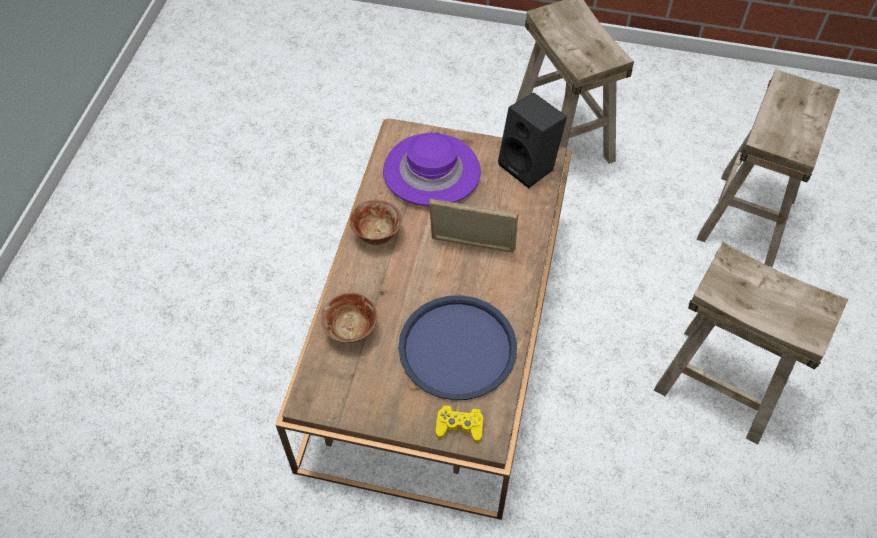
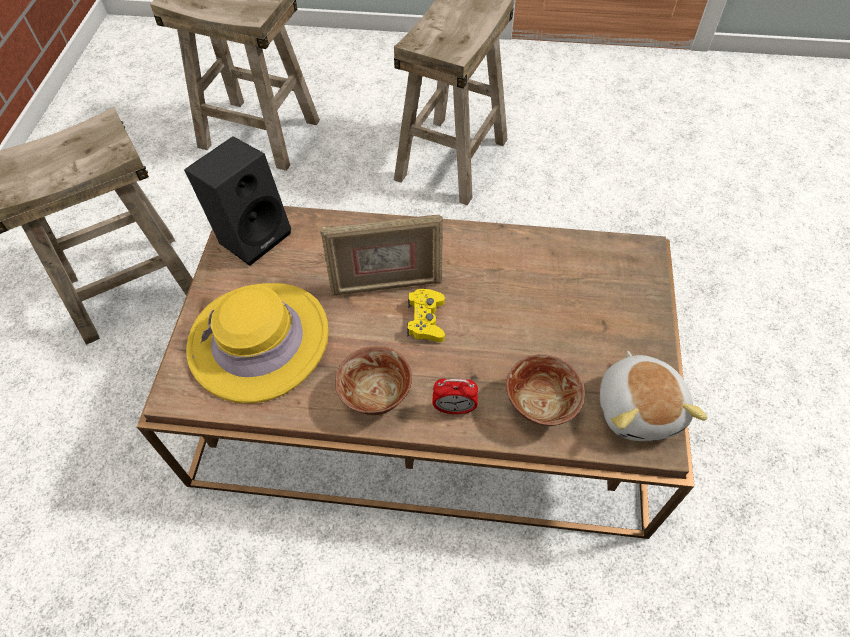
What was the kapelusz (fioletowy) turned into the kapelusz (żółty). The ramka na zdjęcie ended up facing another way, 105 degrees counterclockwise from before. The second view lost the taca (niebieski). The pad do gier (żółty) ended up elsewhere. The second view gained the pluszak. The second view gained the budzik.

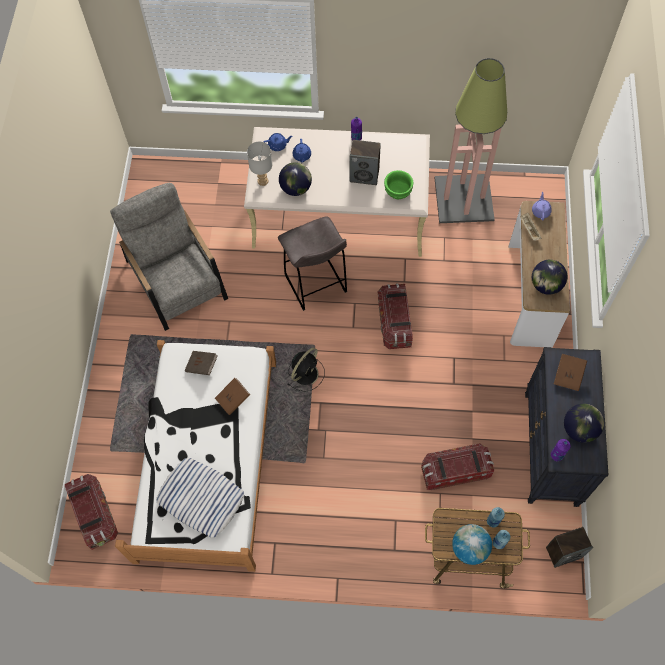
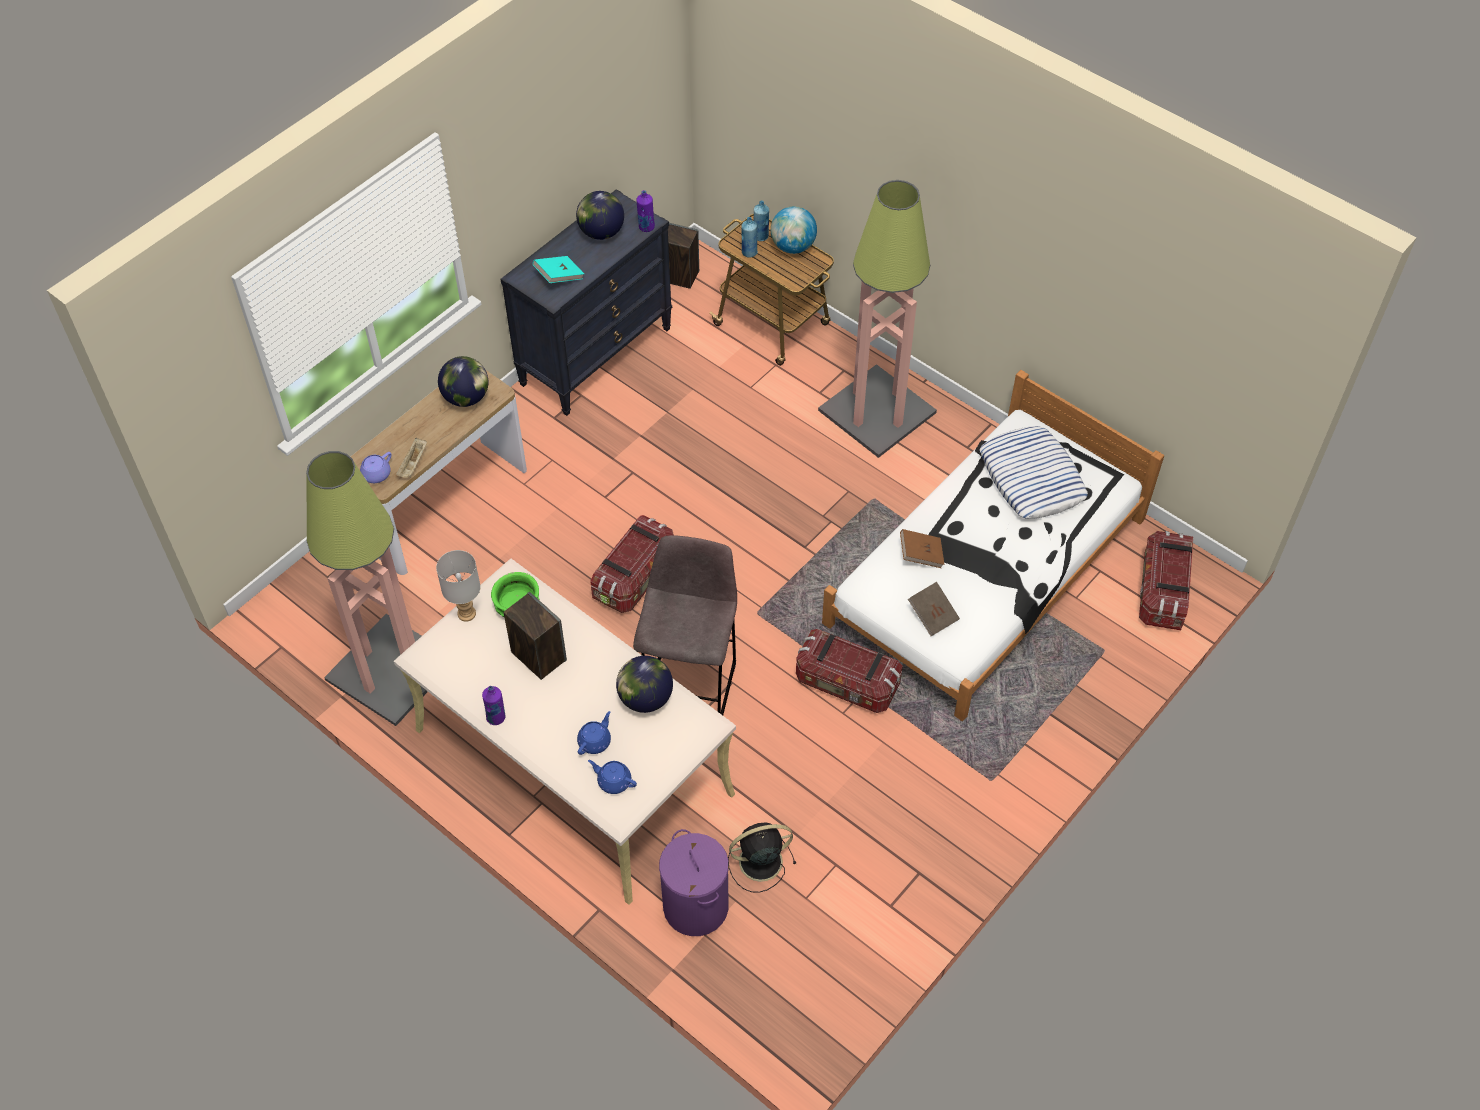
The lampa stołowa (szary) ended up elsewhere. The second view lost the fotel (szary). The wentylator (czarny) ended up elsewhere. What was the książka (brązowy) (no. 3 from left) turned into the książka (turkusowy). The pojemnik do przechowywania (no. 3 from left in the first image) ended up elsewhere. The second view gained the lampa stojąca (no. 2 from left). The second view gained the kosz na pranie (fioletowy).

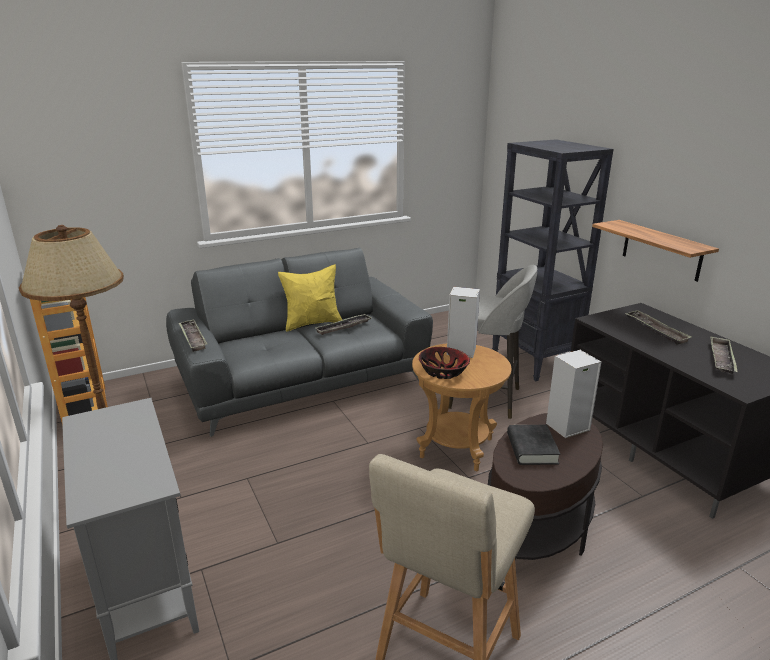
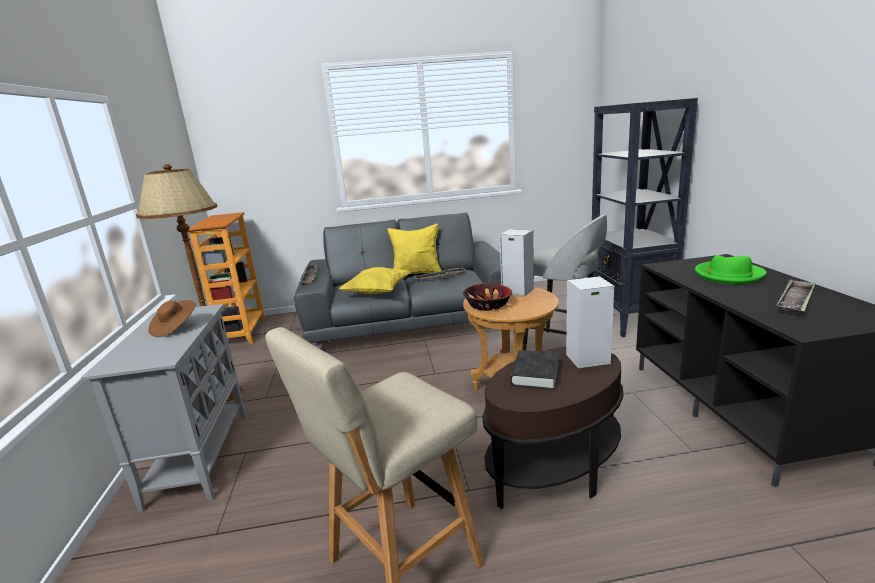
The second view lost the półka. Where the taca (no. 3 from left) stood, the kapelusz (zielony) came to stand. The second view gained the poduszka (żółty) (no. 1 from left). The second view gained the kapelusz (brązowy).

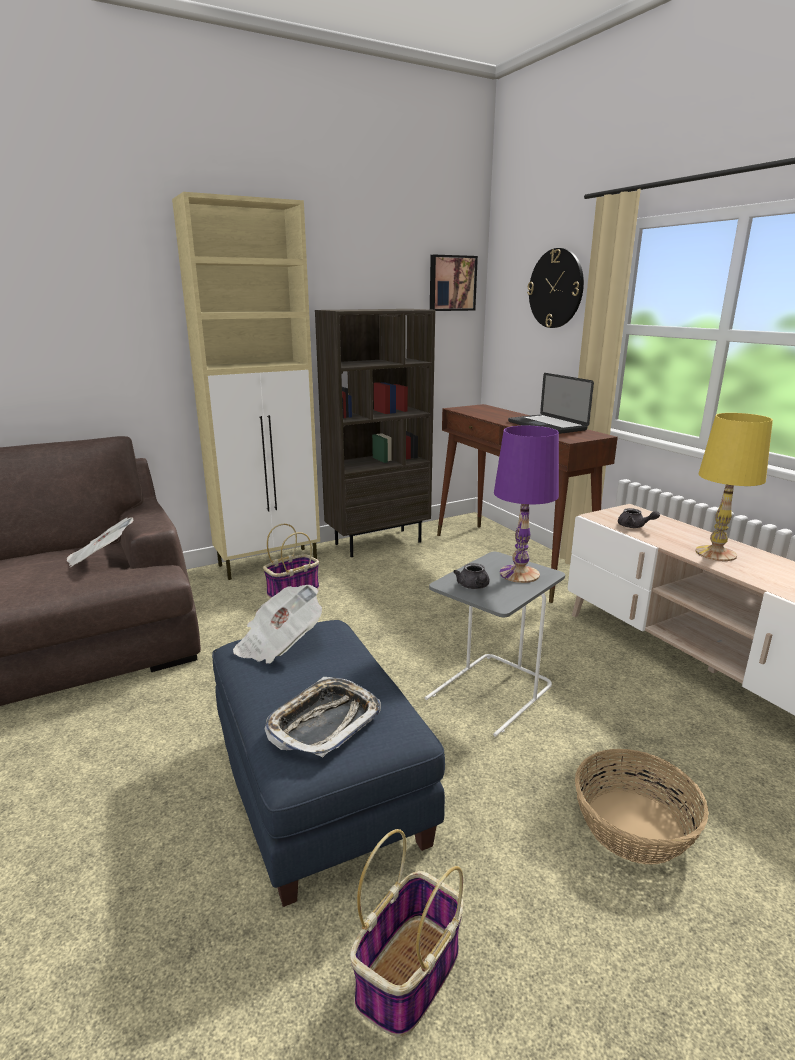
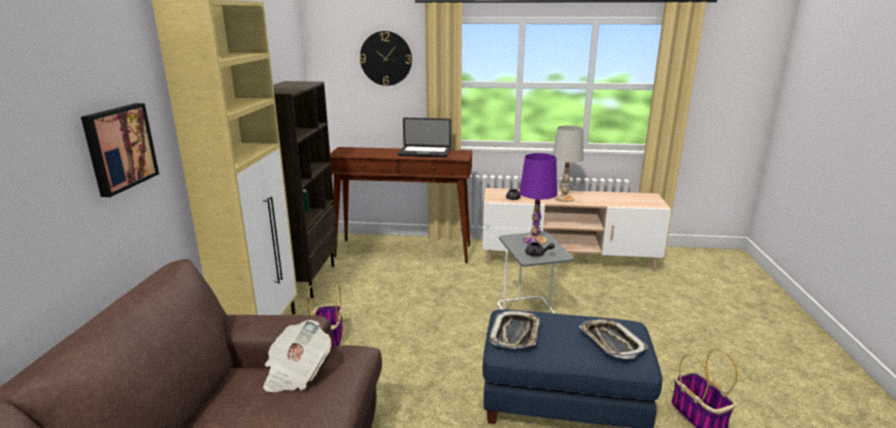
The obraz ended up elsewhere. What was the lampa stołowa (żółty) turned into the lampa stołowa (biały). Where the gazeta (no. 2 from left) stood, the taca (no. 1 from left) came to stand. The second view lost the koszyk (no. 3 from left).

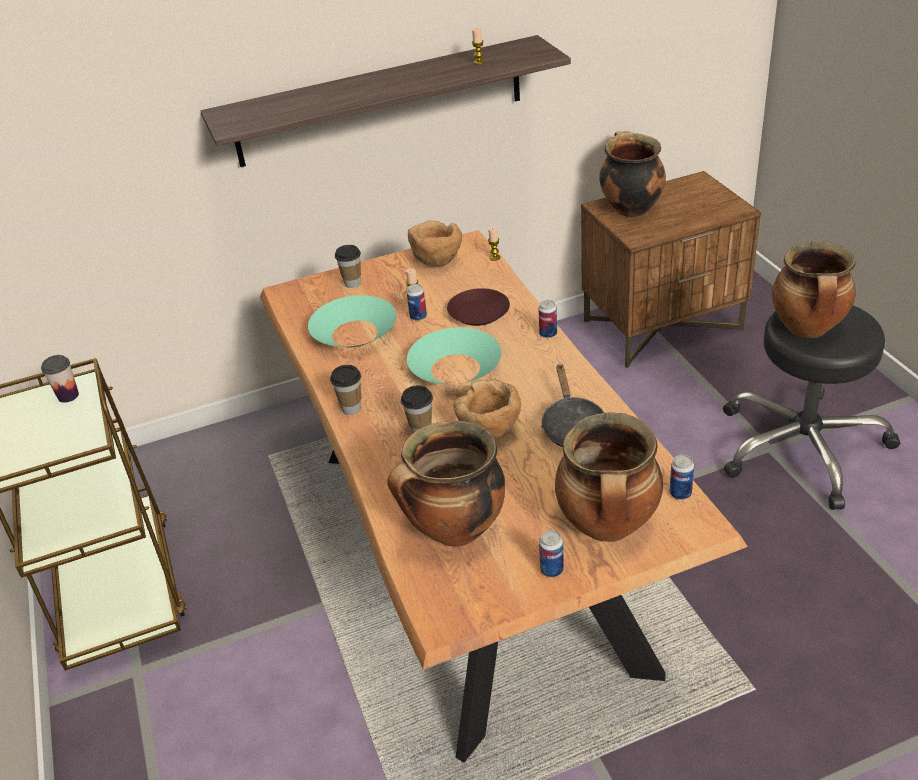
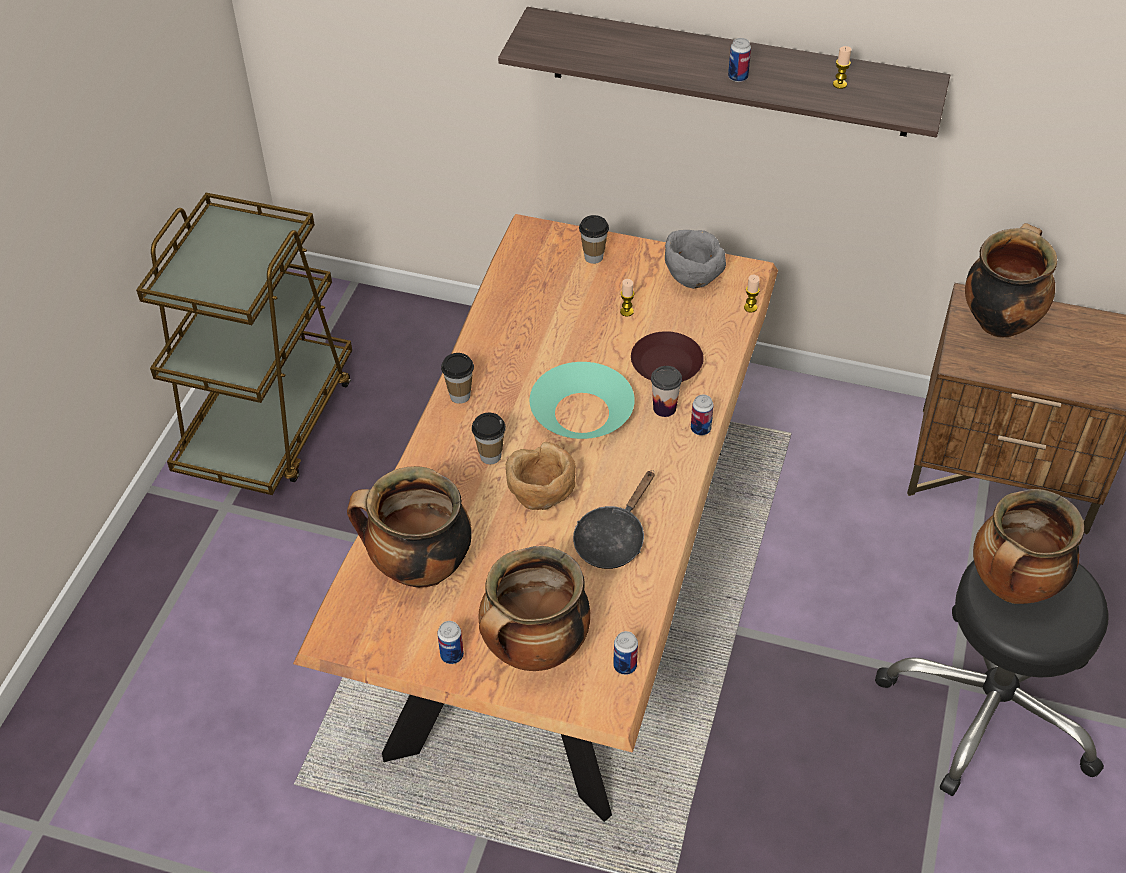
What was the miska (brązowy) (no. 1 from left) turned into the miska (szary). The puszka (no. 1 from left in the first image) ended up elsewhere. The second view lost the miska (turkusowy) (no. 1 from left). The filiżanka (no. 1 from left in the first image) ended up elsewhere.

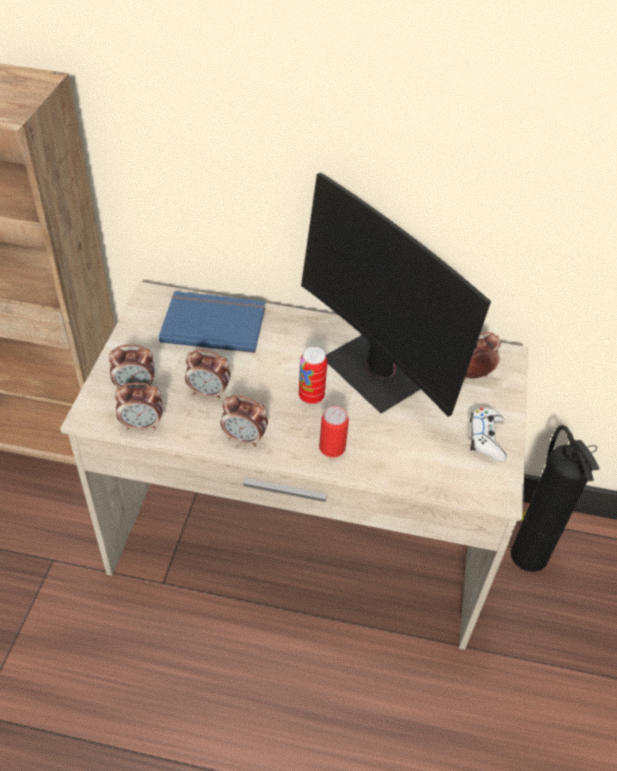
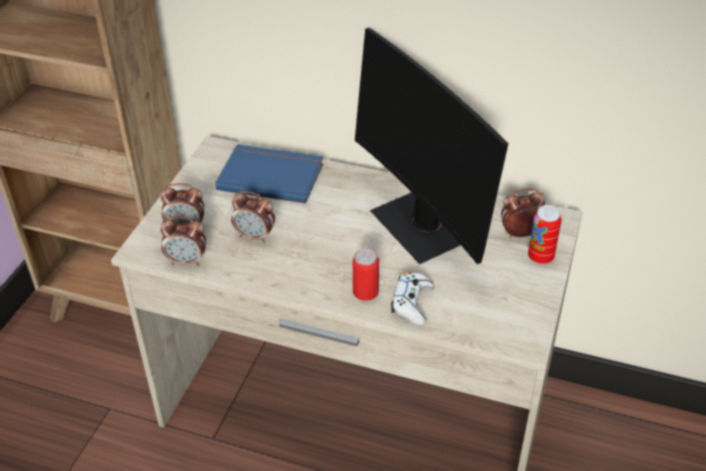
The puszka (no. 1 from left in the first image) ended up elsewhere. The second view lost the budzik (no. 4 from left). The pad do gier (biały) ended up elsewhere. The second view lost the gaśnica.

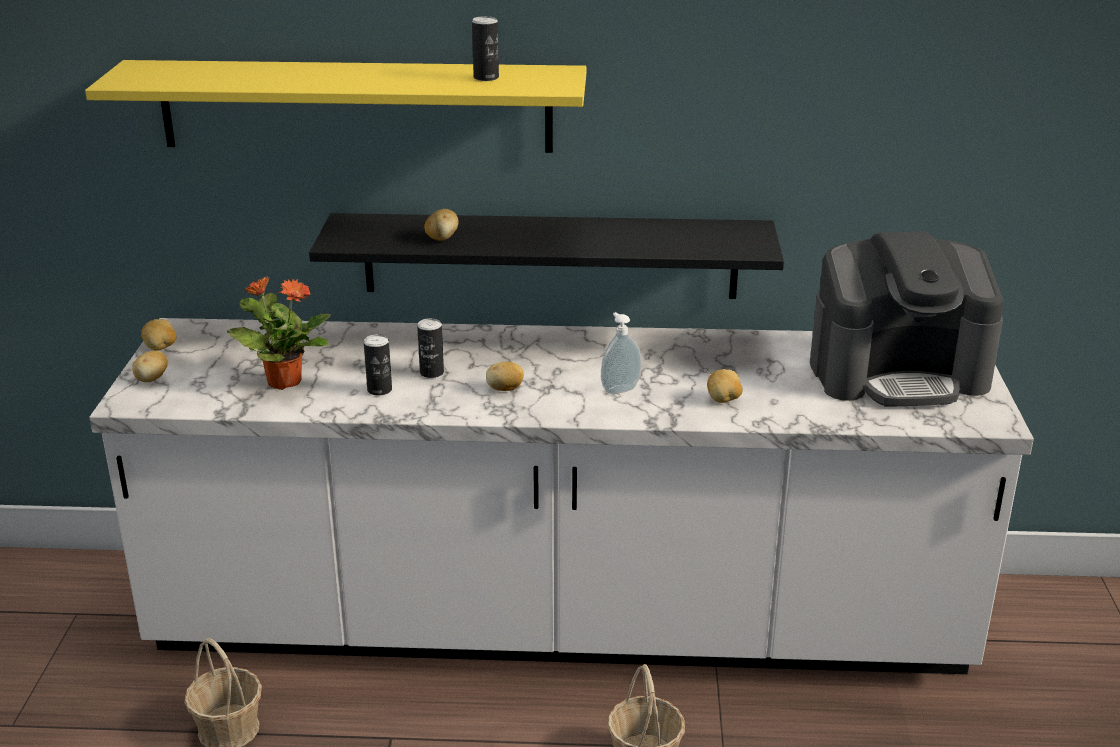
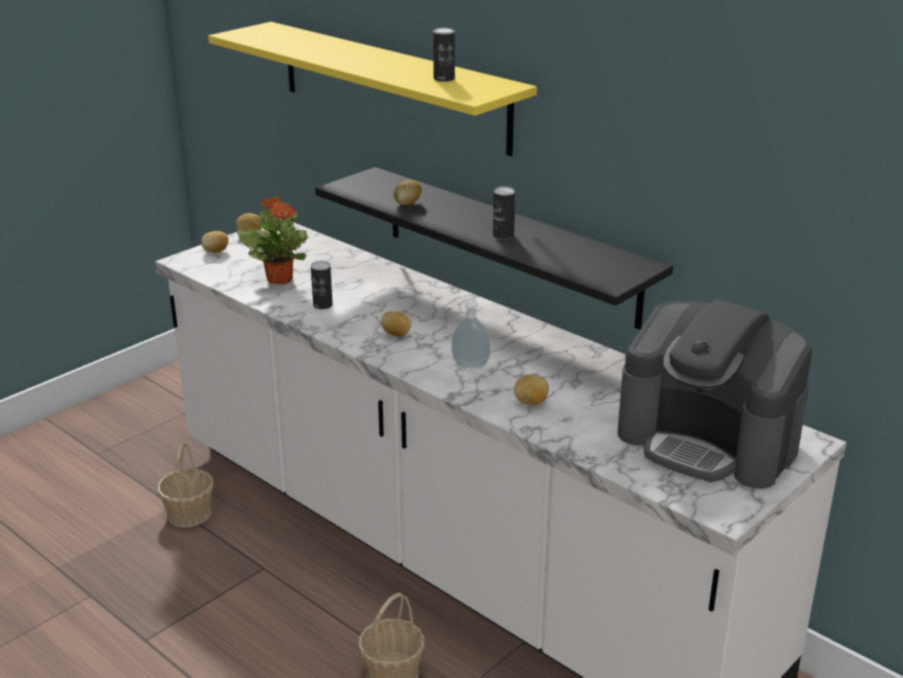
The puszka (no. 2 from left in the first image) ended up elsewhere.

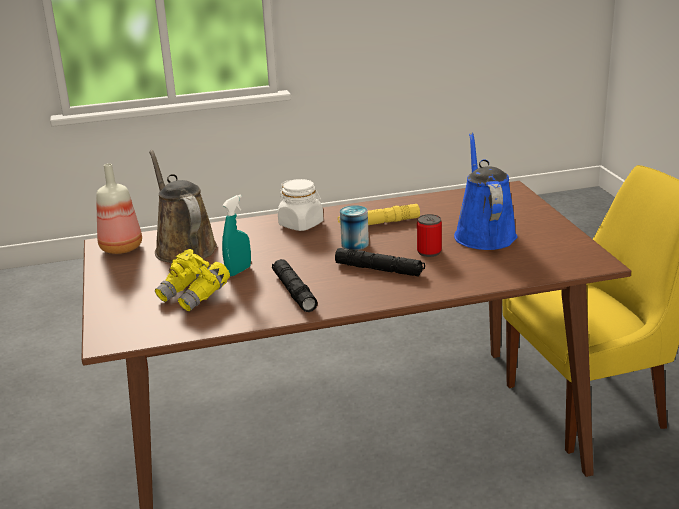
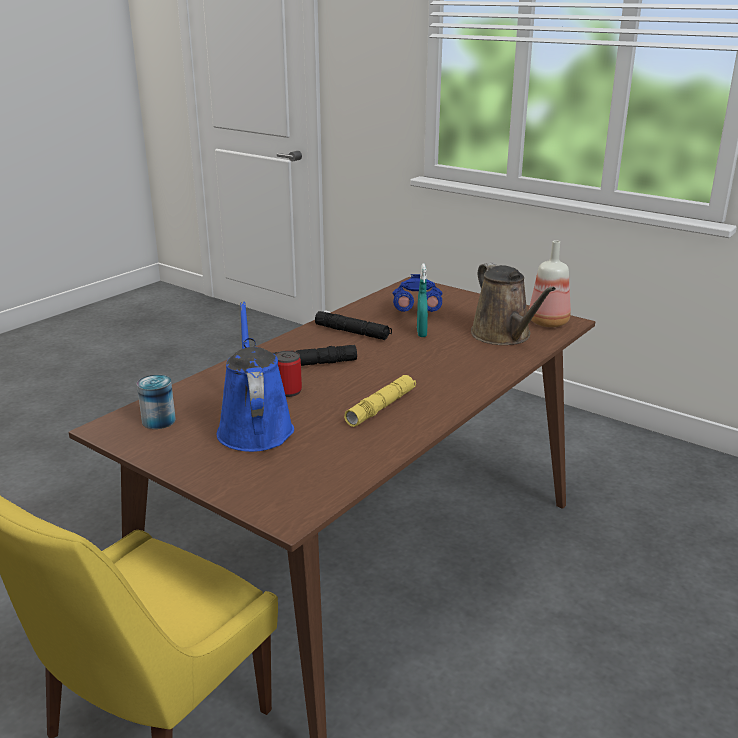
The konewka (niebieski) ended up facing another way, 150 degrees counterclockwise from before. The konewka (brązowy) ended up facing another way, 45 degrees clockwise from before. The second view lost the słoik (biały). The puszka (no. 1 from left) ended up elsewhere. What was the lornetka (żółty) turned into the lornetka (niebieski).

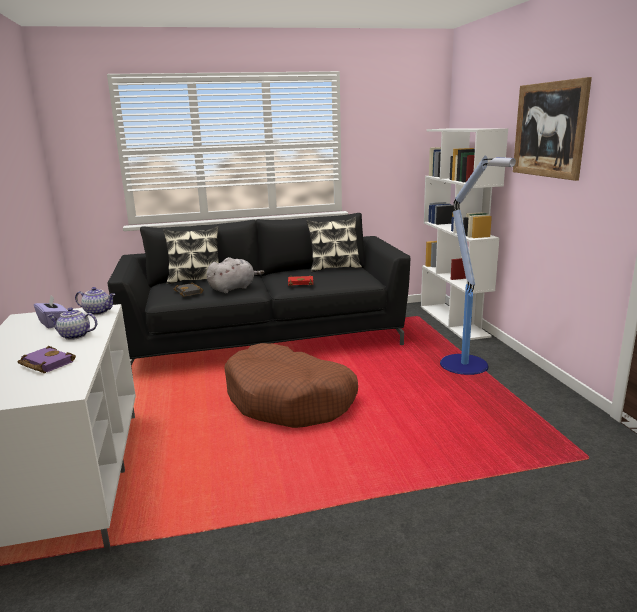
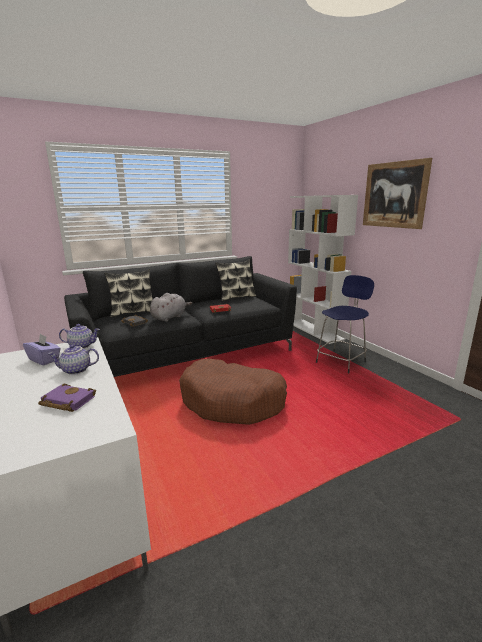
Where the lampa stojąca stood, the stołek (niebieski) came to stand.

